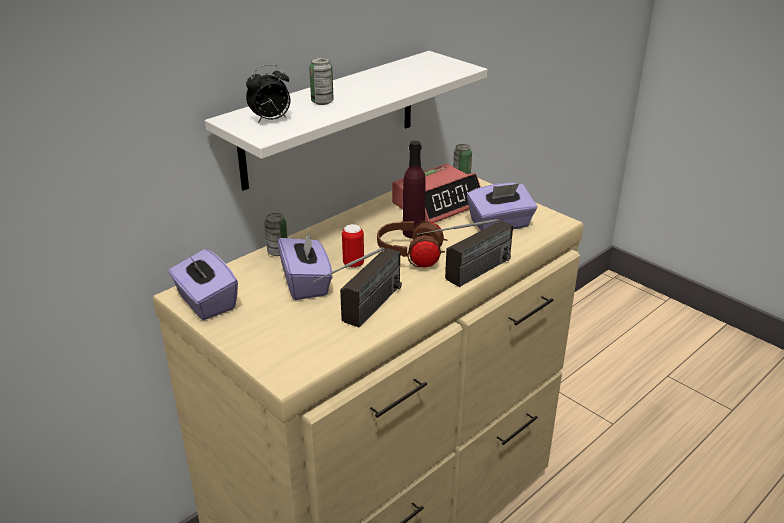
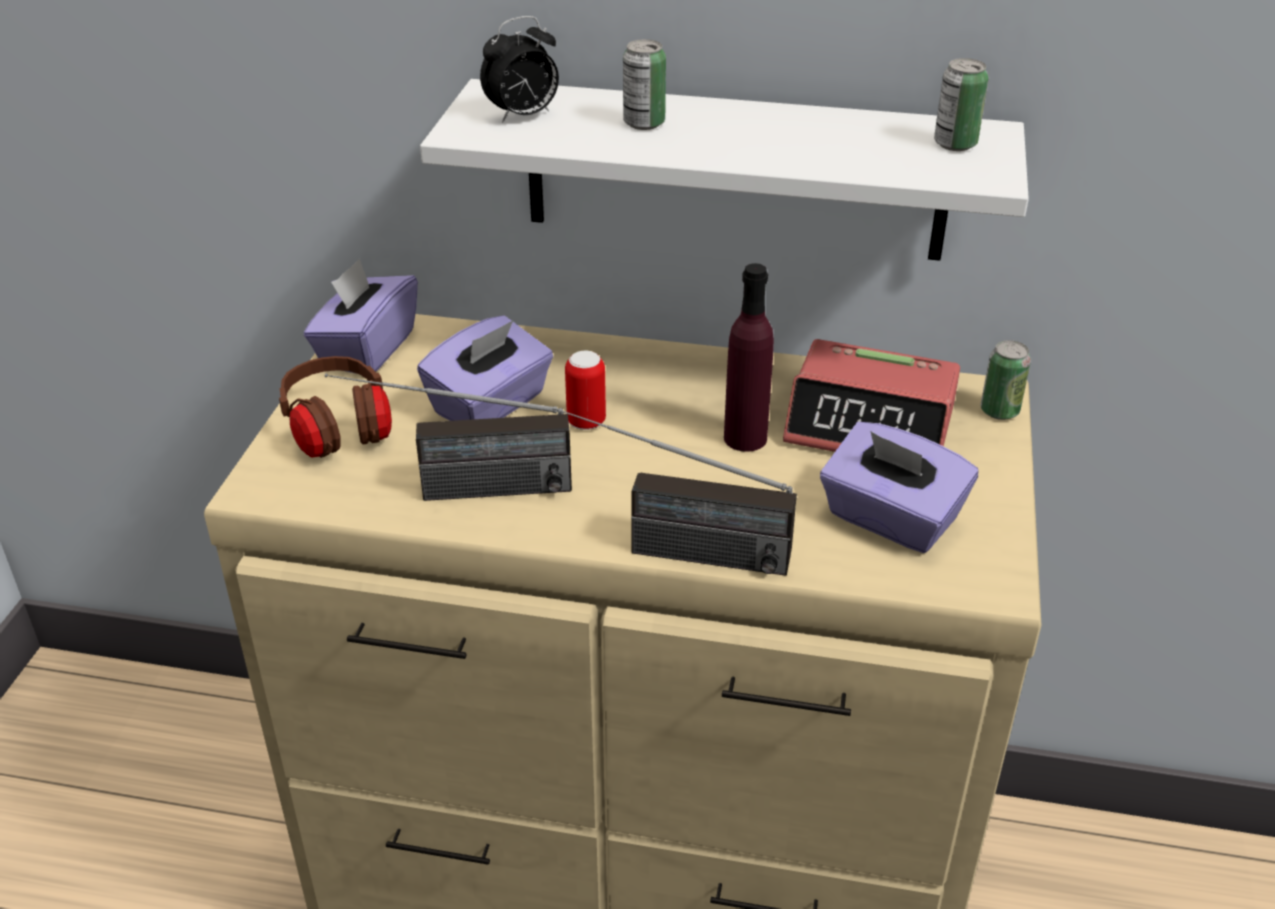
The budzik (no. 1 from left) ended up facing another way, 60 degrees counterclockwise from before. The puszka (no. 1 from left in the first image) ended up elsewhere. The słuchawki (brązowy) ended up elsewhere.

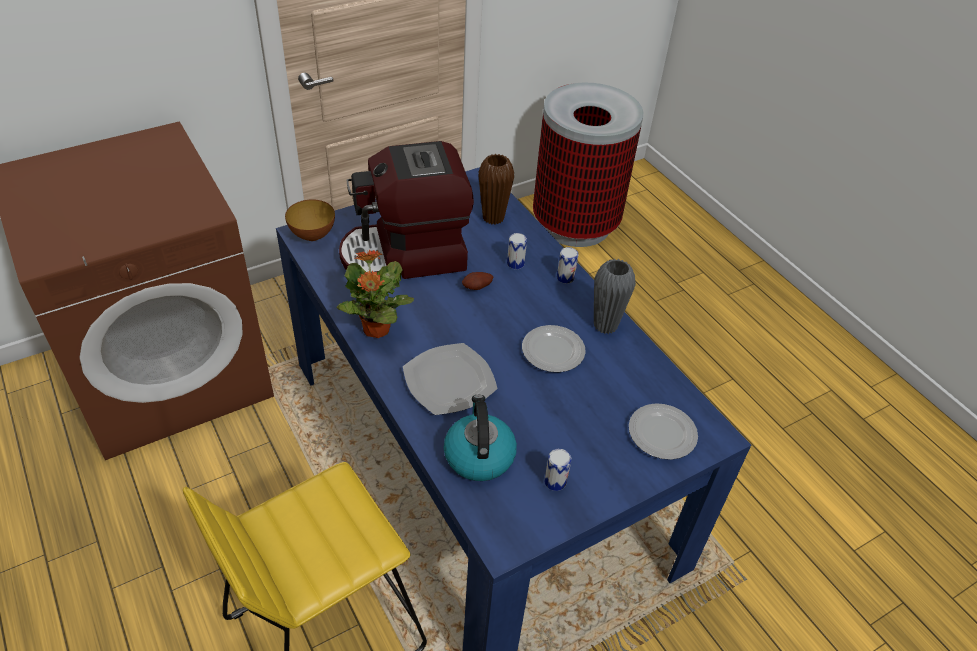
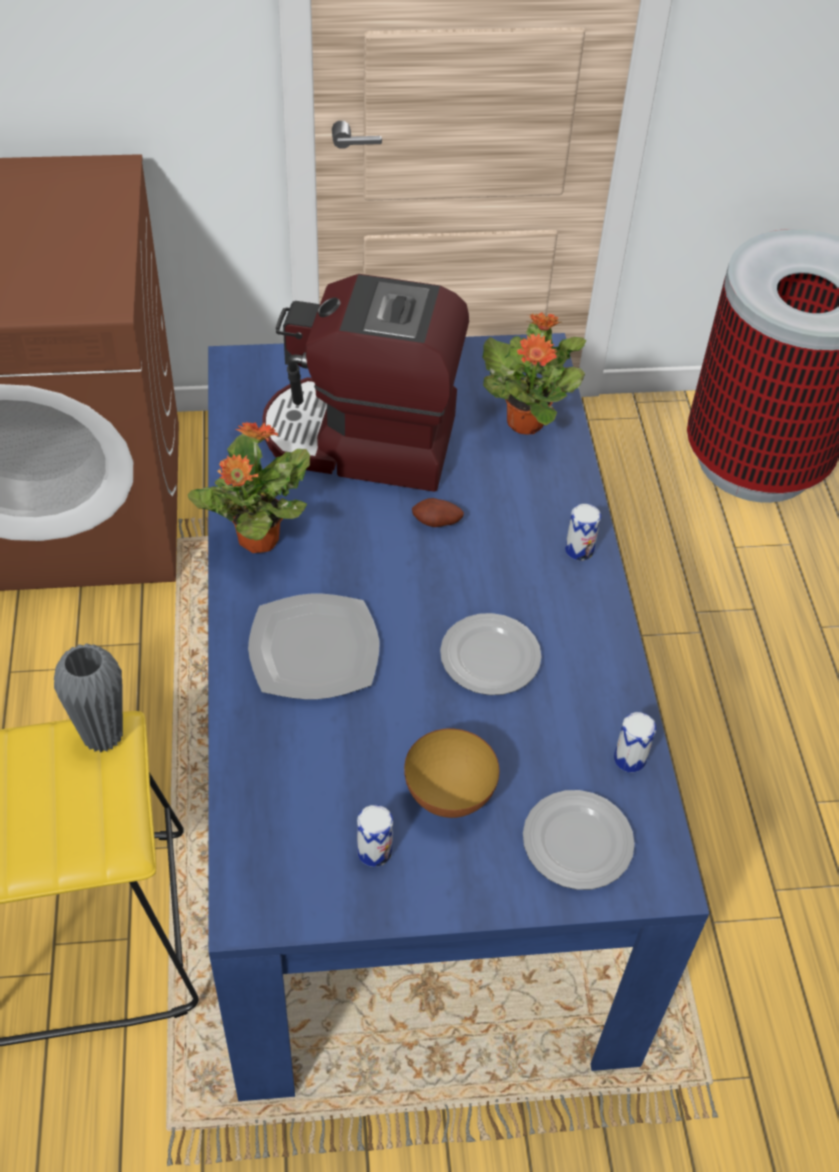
Where the wazon (brązowy) stood, the roślina doniczkowa (no. 2 from left) came to stand. The miska ended up elsewhere. The puszka (no. 1 from left in the first image) ended up elsewhere. The wazon (szary) ended up elsewhere. The second view lost the czajnik.

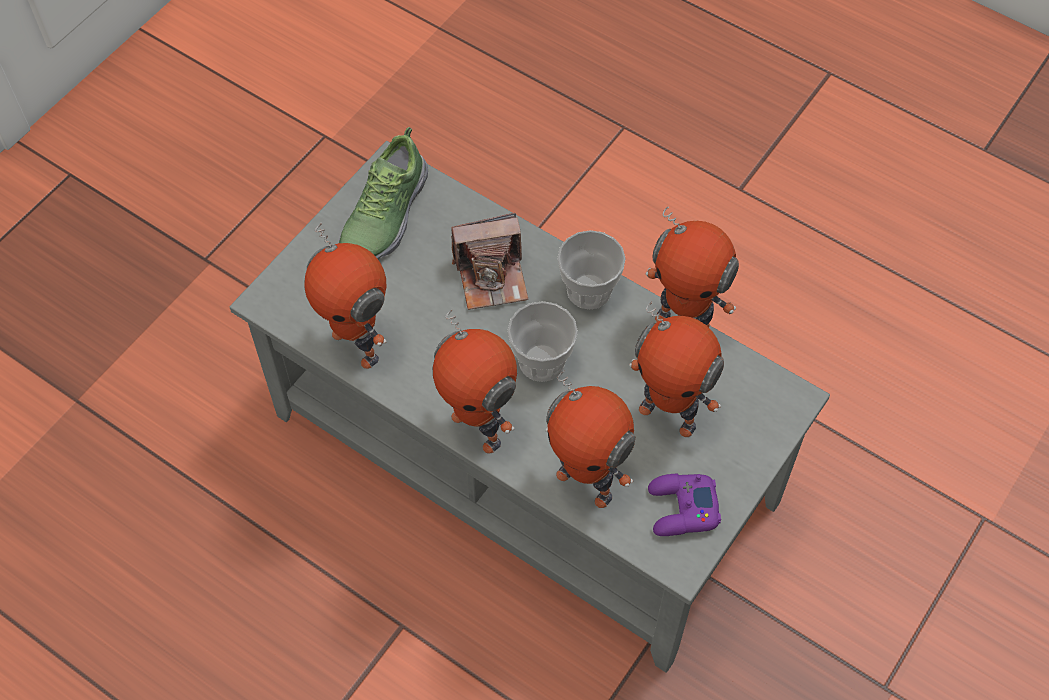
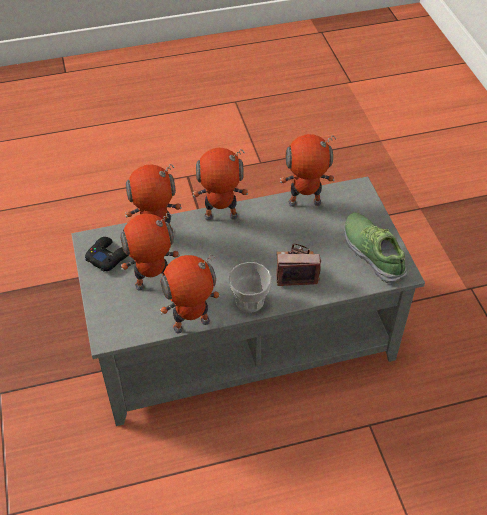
The aparat fotograficzny ended up facing another way, 60 degrees clockwise from before. The second view lost the filiżanka (no. 1 from left). What was the pad do gier (fioletowy) turned into the pad do gier (czarny).

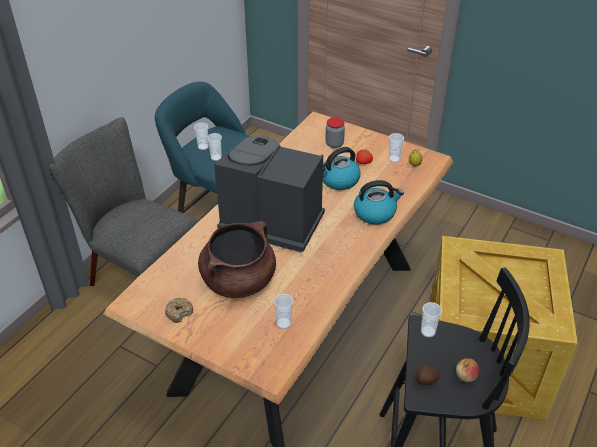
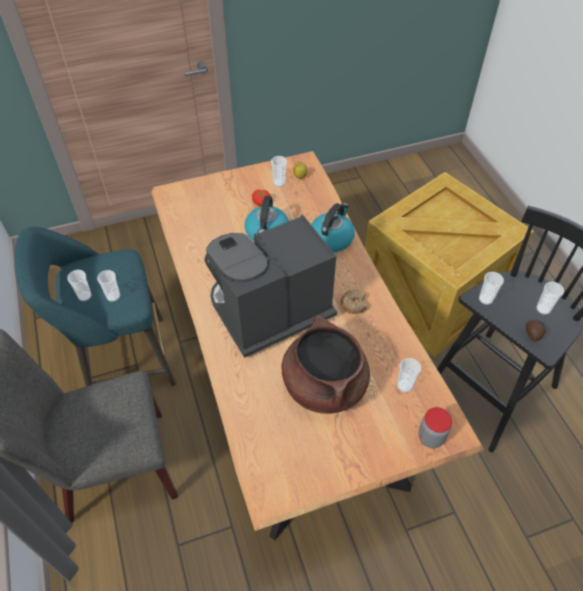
The słoik ended up elsewhere. The donut ended up elsewhere. Where the jabłko stood, the filiżanka (no. 6 from left) came to stand.

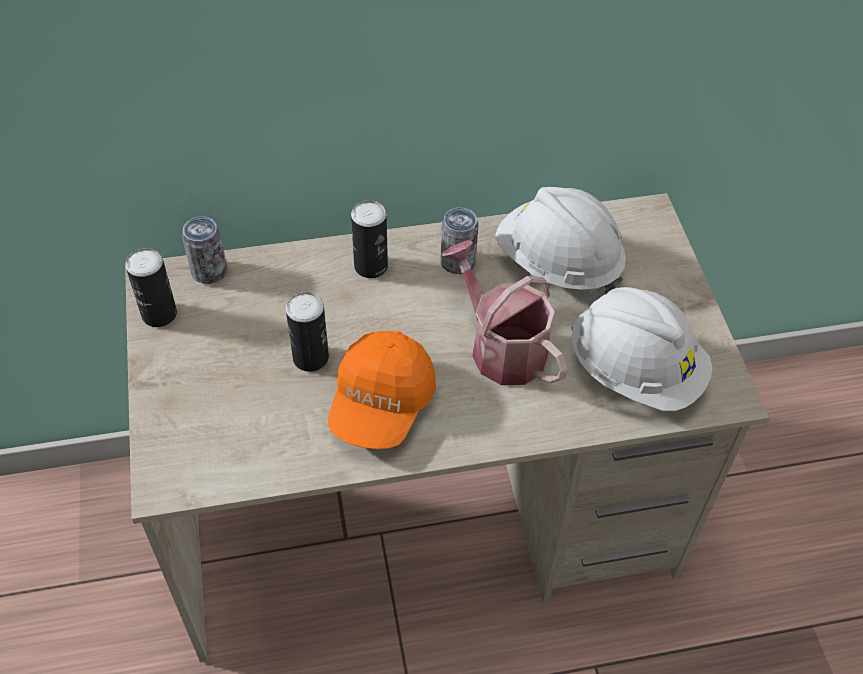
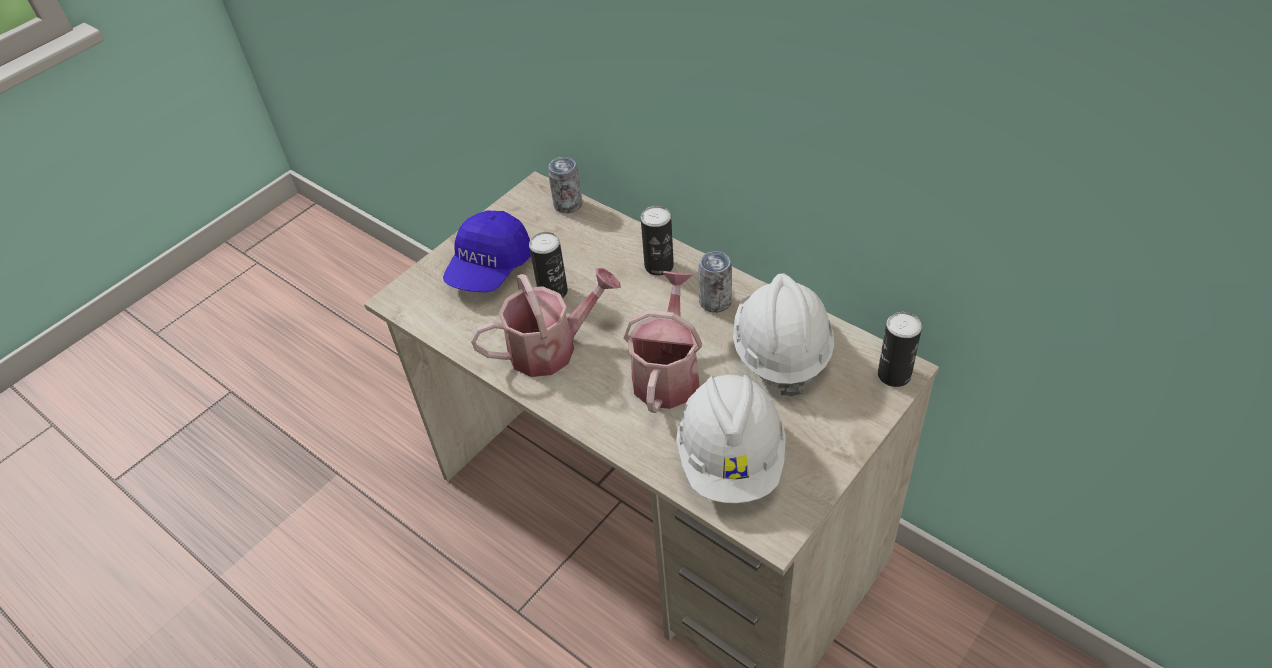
The puszka (no. 1 from left in the first image) ended up elsewhere. Where the czapka z daszkiem (pomarańczowy) stood, the konewka (no. 1 from left) came to stand. The second view gained the czapka z daszkiem (niebieski).

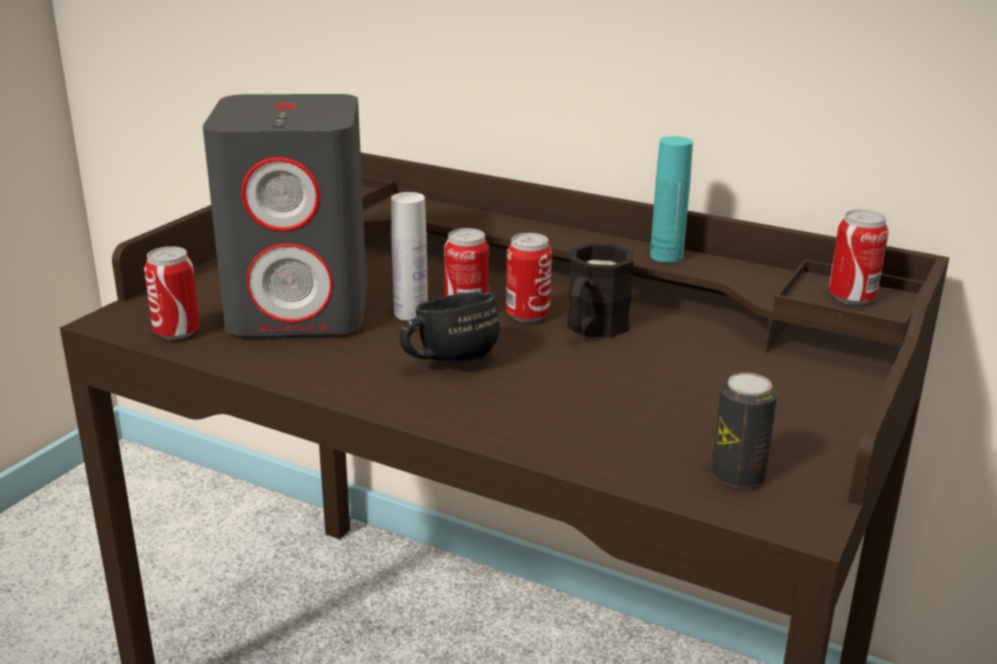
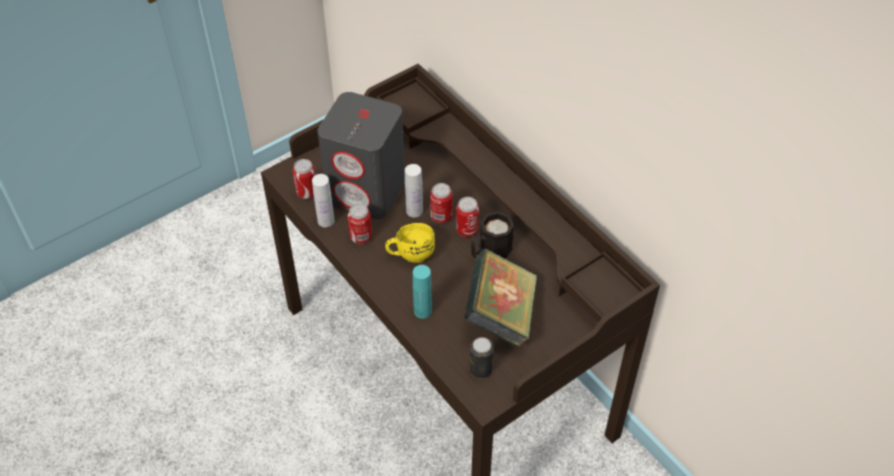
The butelka (turkusowy) ended up elsewhere. The puszka (no. 5 from left in the first image) ended up elsewhere. What was the kubek (czarny) (no. 1 from left) turned into the kubek (żółty). The second view gained the butelka (biały) (no. 1 from left). The second view gained the książka.

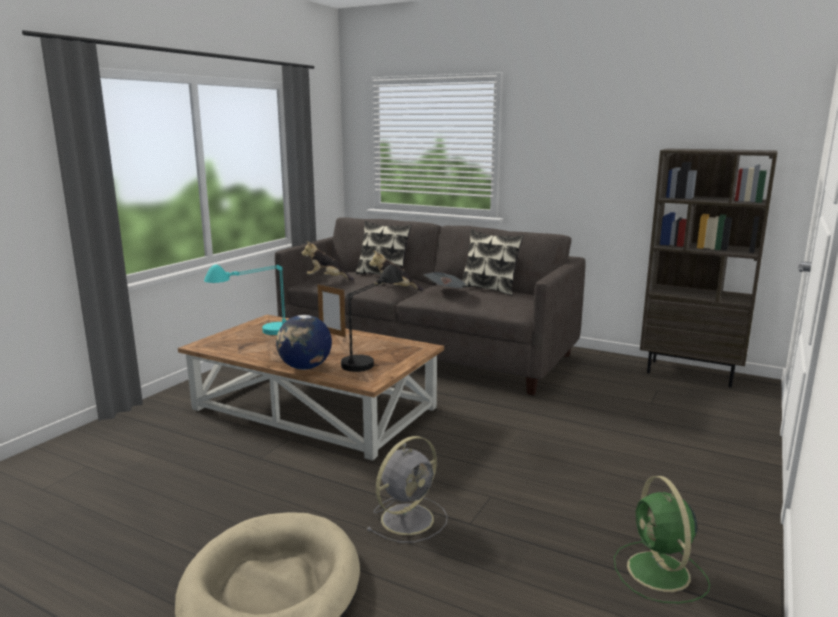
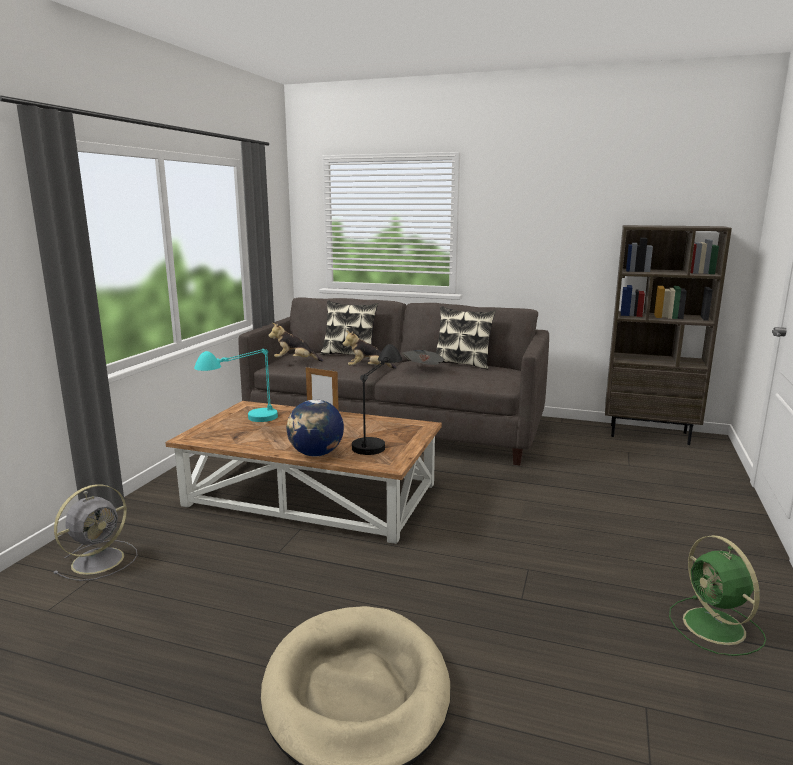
The wentylator (szary) ended up elsewhere.

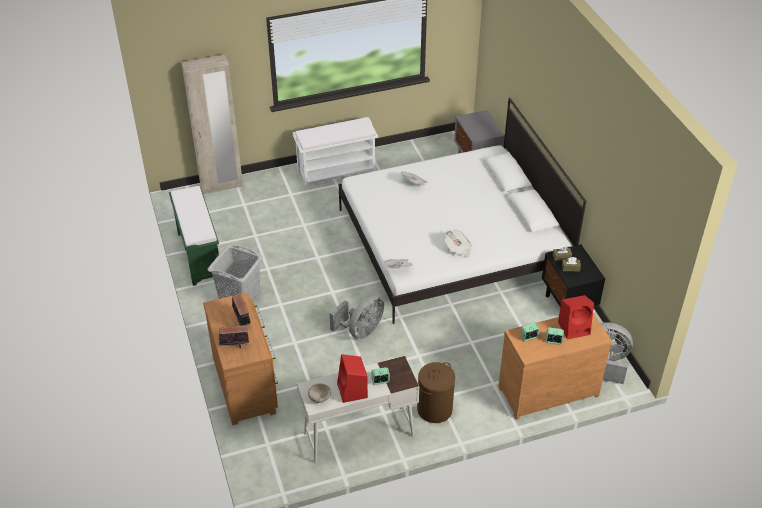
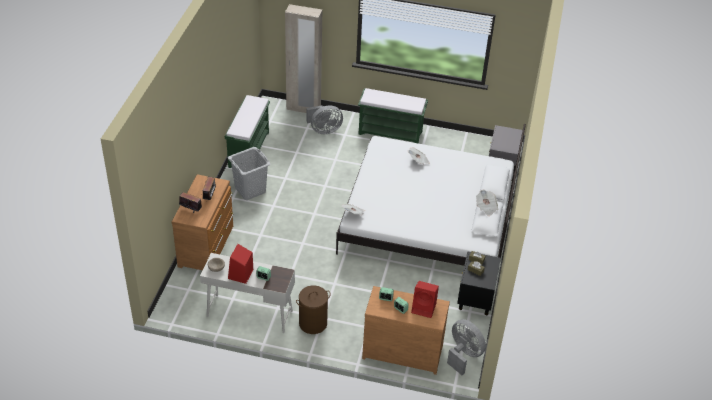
What was the ławka (biały) turned into the ławka (zielony) (no. 2 from left). The gazeta (no. 3 from left) ended up elsewhere. The wentylator (szary) (no. 1 from left) ended up elsewhere.

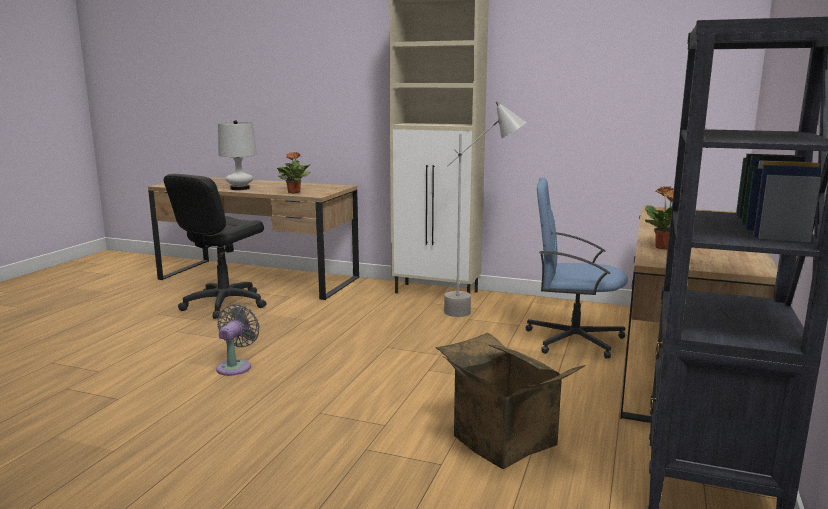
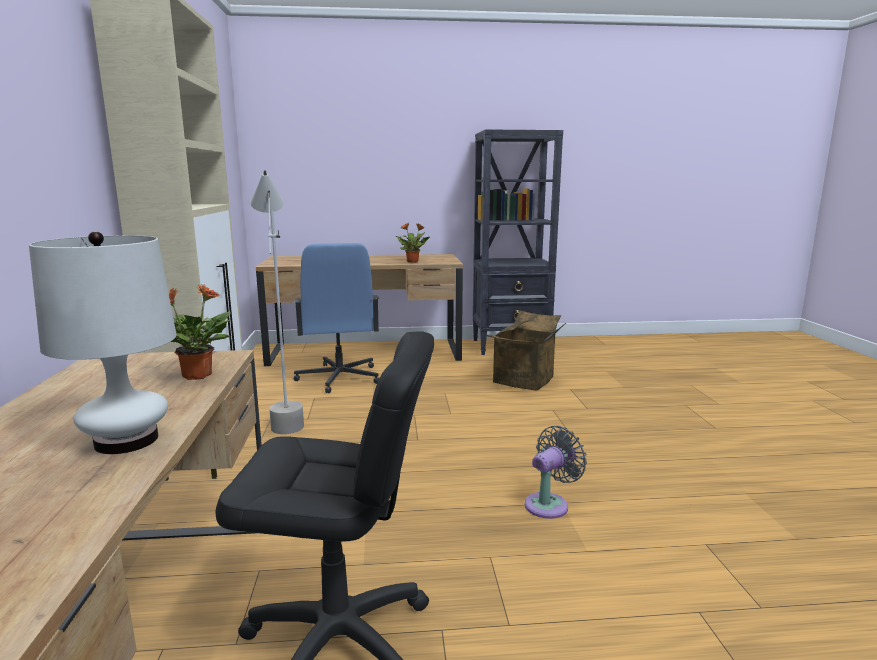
The wentylator (szary) ended up facing another way, 150 degrees clockwise from before.

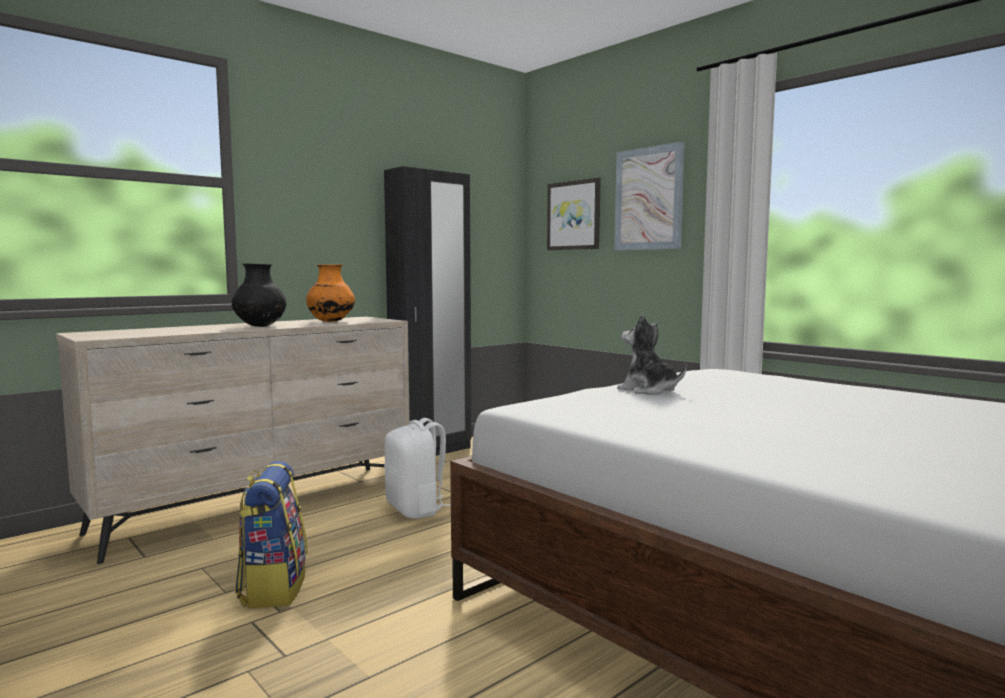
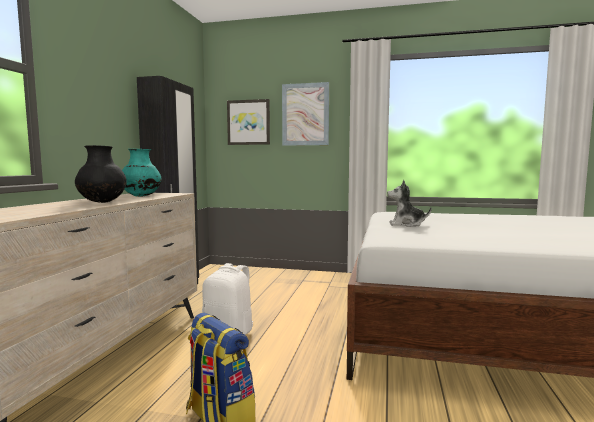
What was the wazon (pomarańczowy) turned into the wazon (turkusowy).

